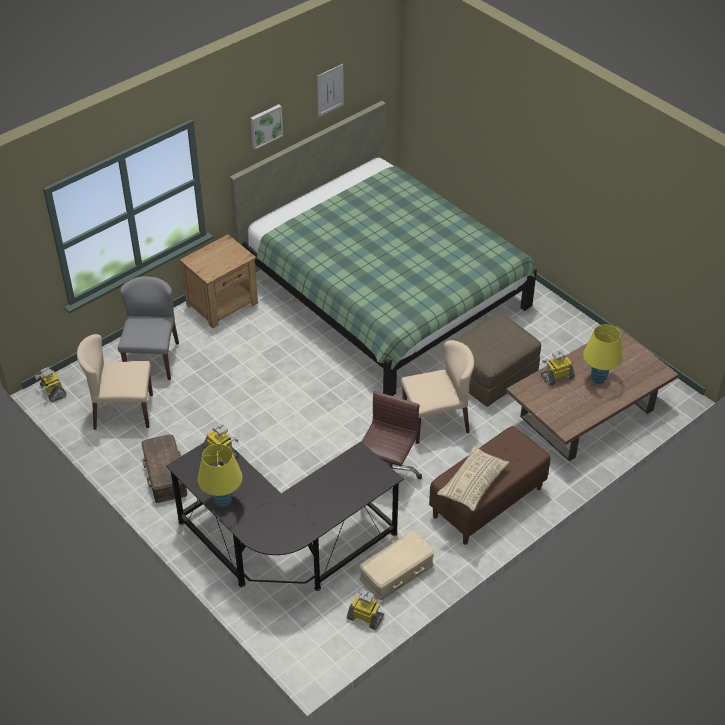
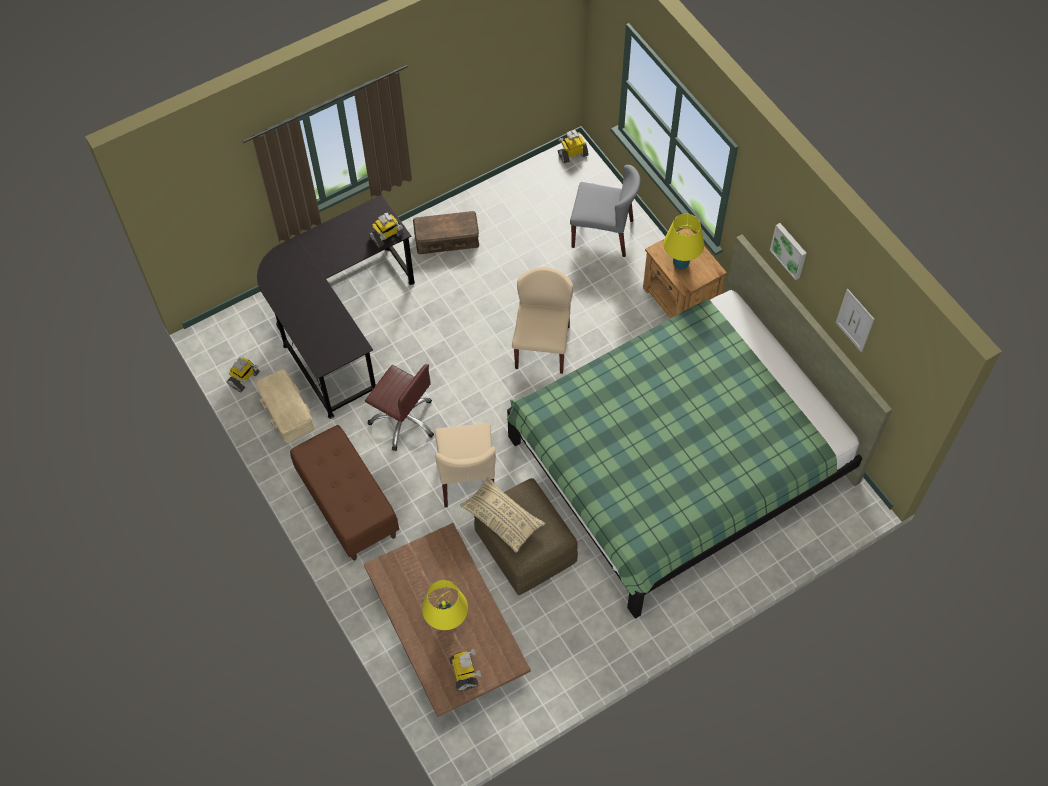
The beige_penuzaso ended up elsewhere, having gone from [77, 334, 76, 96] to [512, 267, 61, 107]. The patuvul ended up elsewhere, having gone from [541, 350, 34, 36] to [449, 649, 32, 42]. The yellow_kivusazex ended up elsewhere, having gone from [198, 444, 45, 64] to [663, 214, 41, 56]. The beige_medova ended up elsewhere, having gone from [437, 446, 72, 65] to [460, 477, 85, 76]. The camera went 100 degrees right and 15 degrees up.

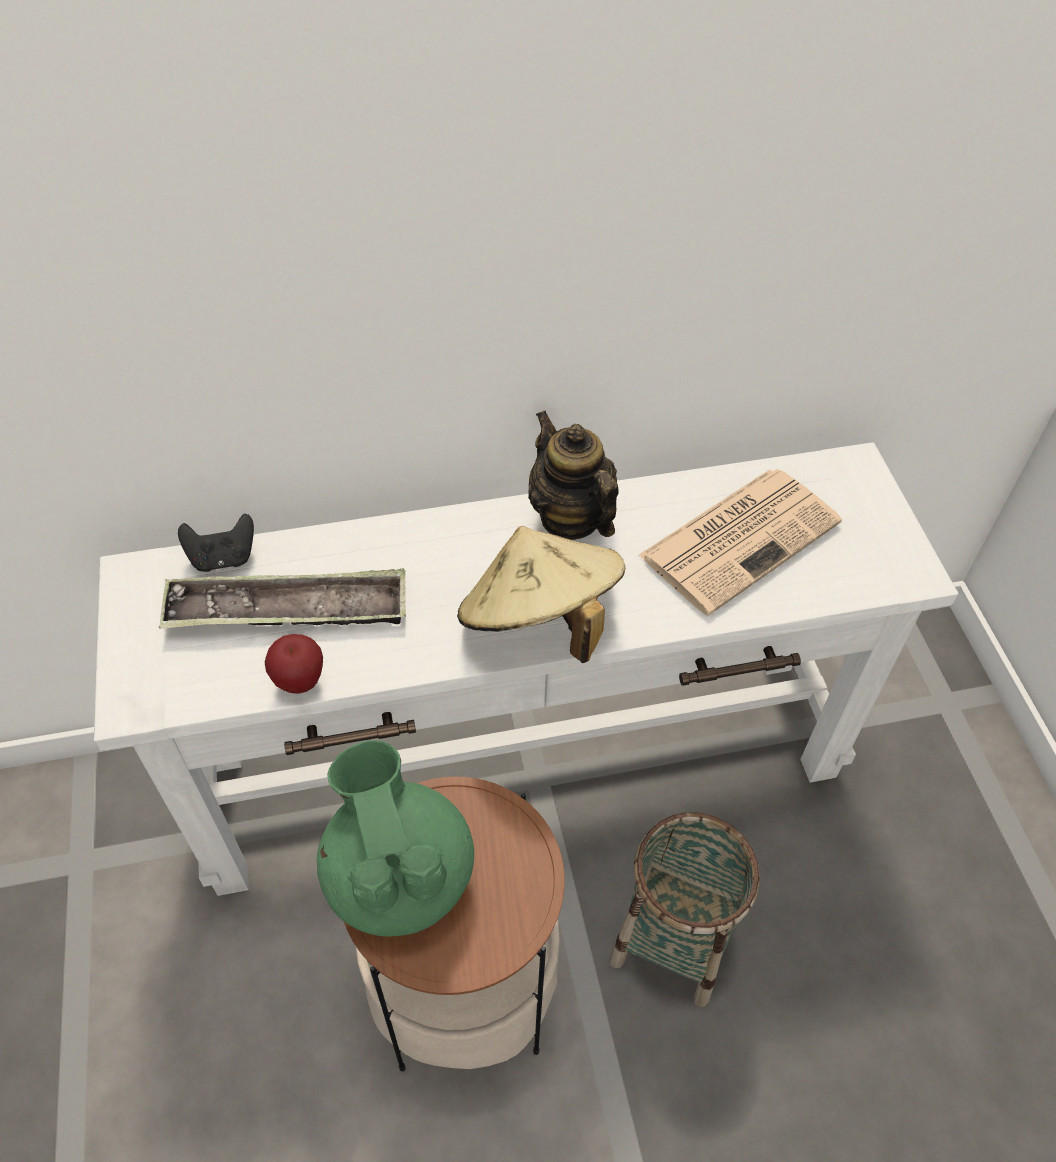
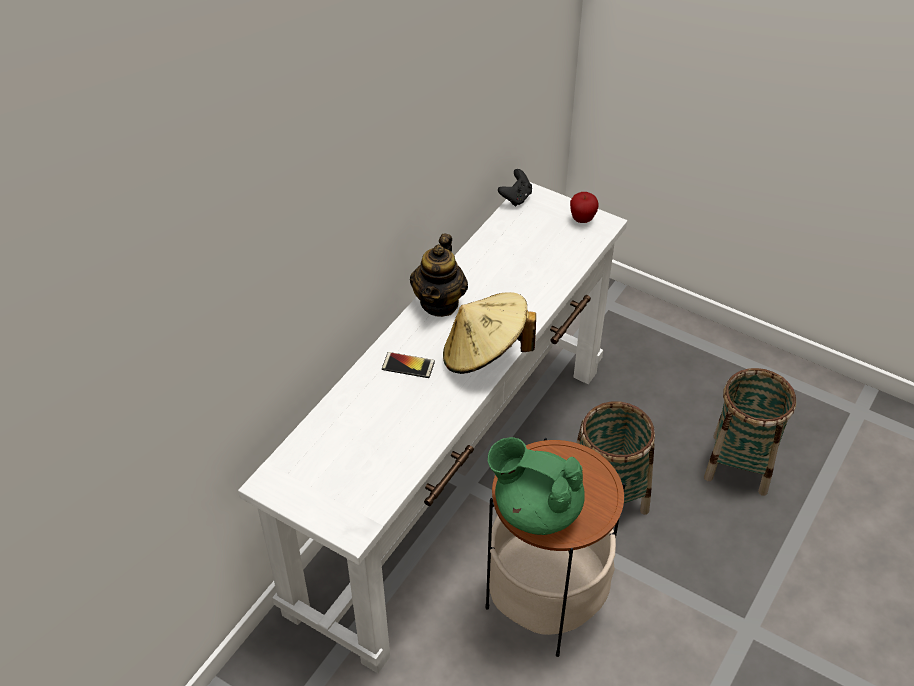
The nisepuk at [528, 411, 91, 129] ended up facing another way, 90 degrees counterclockwise from before. The second view lost the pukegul at [638, 469, 204, 147]. The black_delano ended up elsewhere, having gone from [178, 514, 76, 58] to [498, 169, 34, 38]. The second view lost the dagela at [159, 568, 247, 61]. The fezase ended up elsewhere, having gone from [265, 634, 58, 60] to [570, 192, 28, 31]. The second view gained the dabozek at [382, 352, 53, 26]. The second view gained the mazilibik at [704, 368, 92, 128]. The camera went 45 degrees left and 5 degrees down.

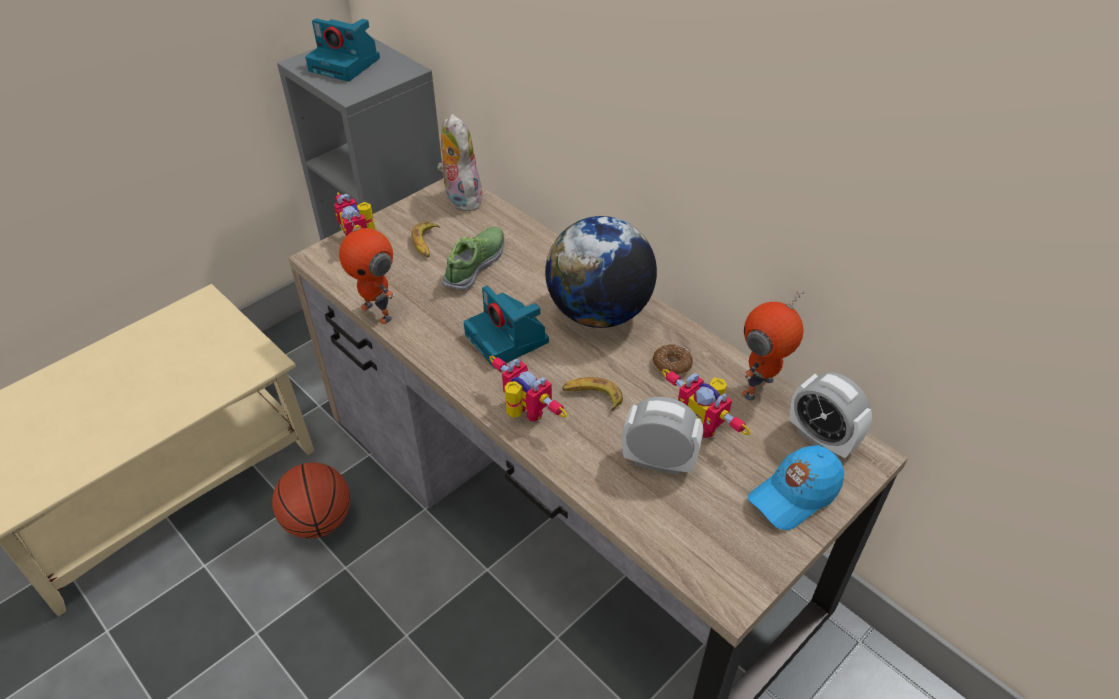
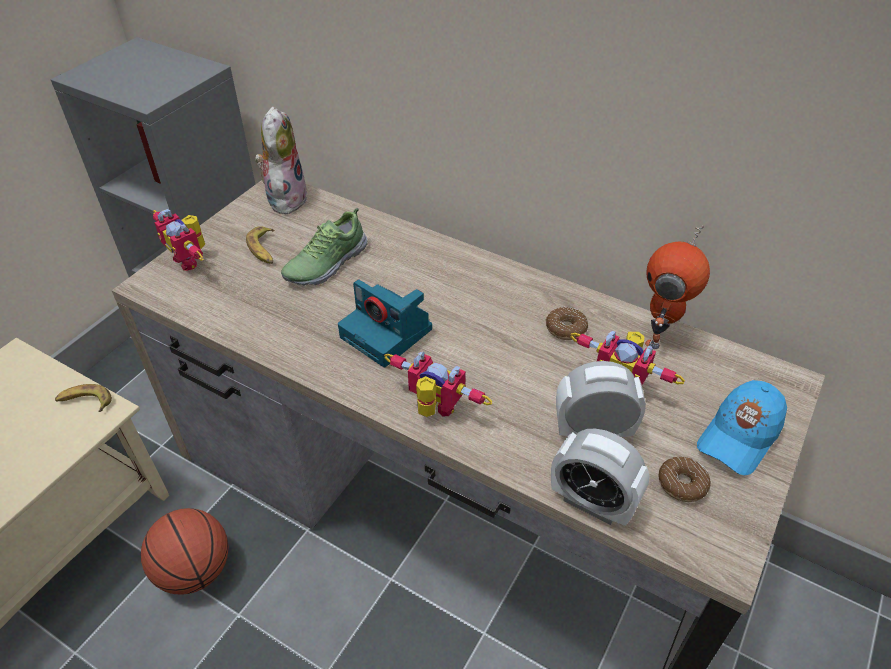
The second view lost the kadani at [305, 18, 75, 64]. The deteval at [437, 114, 45, 97] ended up facing another way, 45 degrees clockwise from before. The second view lost the patuvul at [339, 213, 56, 111]. The second view lost the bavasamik at [545, 216, 112, 112]. The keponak at [442, 227, 63, 63] ended up facing another way, 150 degrees counterclockwise from before. The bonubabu ended up elsewhere, having gone from [789, 373, 83, 85] to [551, 429, 99, 97]. The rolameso ended up elsewhere, having gone from [562, 377, 61, 34] to [55, 384, 57, 28]. The second view gained the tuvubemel at [658, 457, 53, 45]. The camera went 15 degrees left and 0 degrees up.

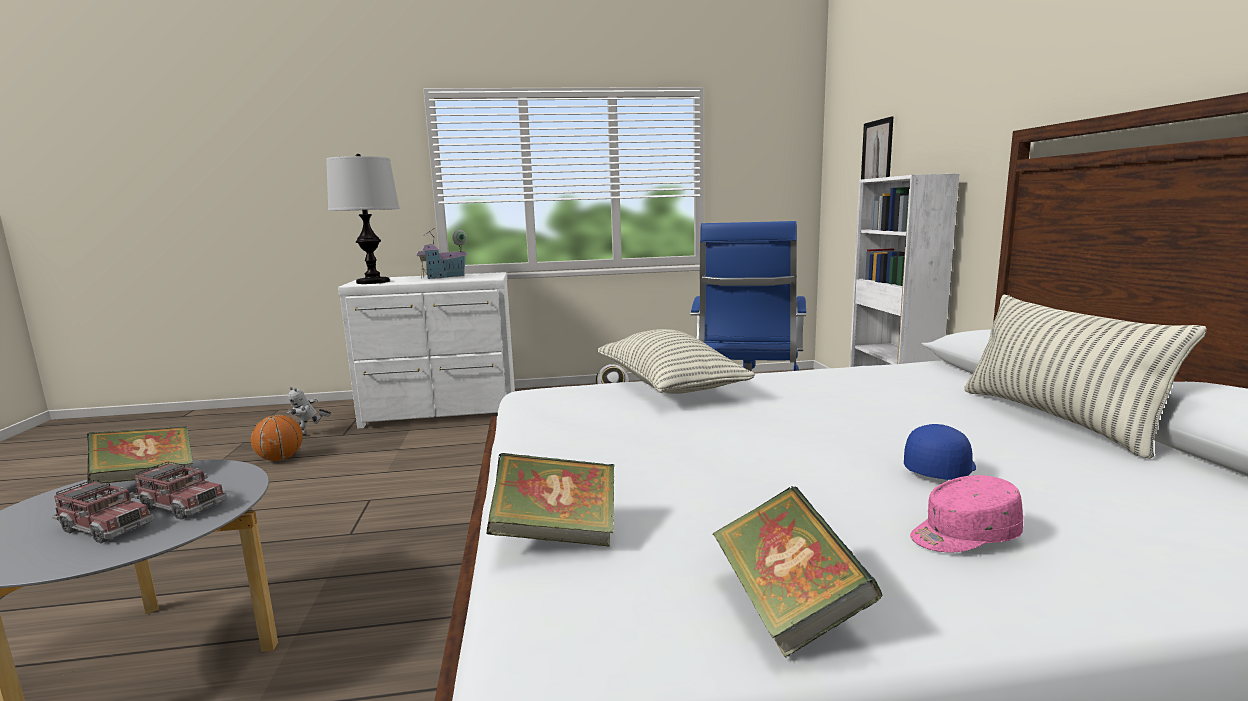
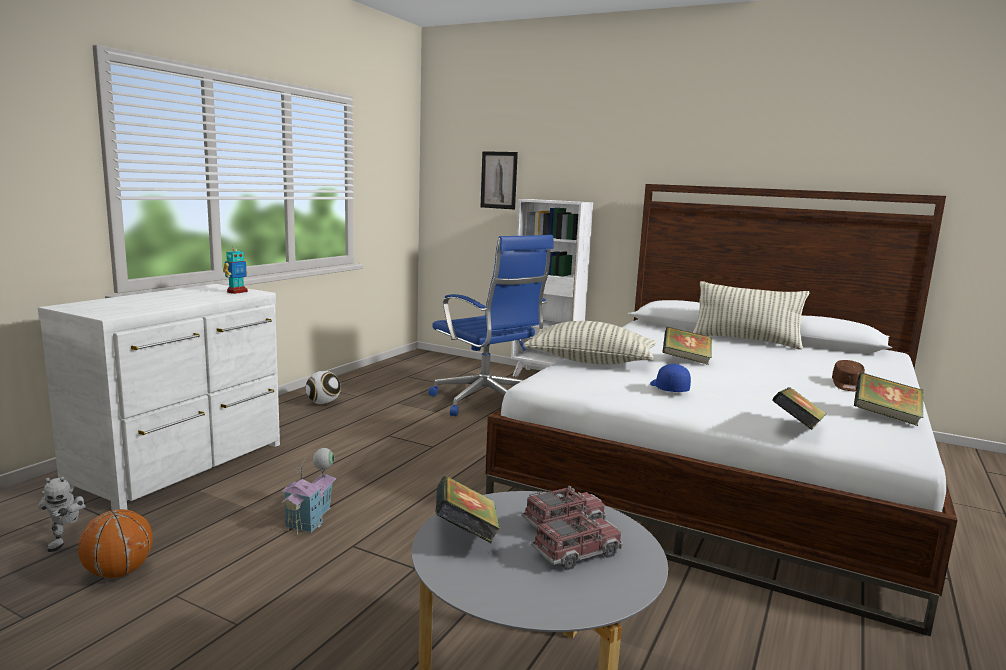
The second view lost the kivusazex at [326, 154, 74, 130]. The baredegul ended up elsewhere, having gone from [417, 228, 51, 51] to [281, 448, 56, 87]. The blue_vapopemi ended up elsewhere, having gone from [904, 424, 72, 56] to [650, 364, 41, 28]. What was the pink_vapopemi at [910, 475, 113, 77] turned into the brown_vapopemi at [832, 360, 33, 32]. The second view gained the patuvul at [223, 243, 25, 51]. The second view gained the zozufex at [663, 326, 49, 39]. The camera went 55 degrees left and 0 degrees up.

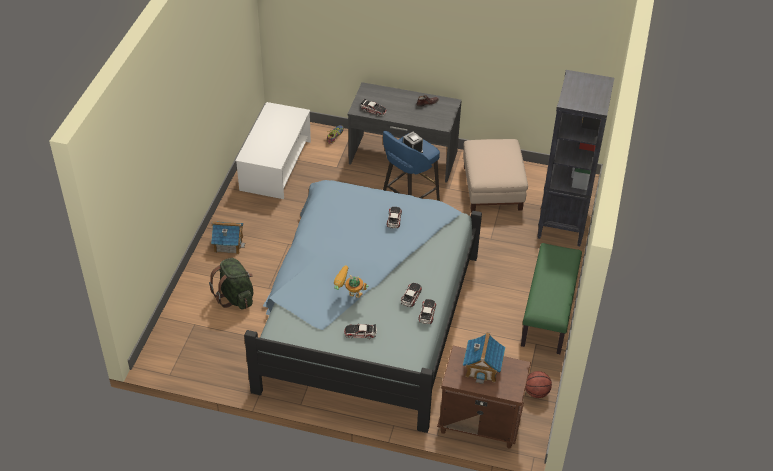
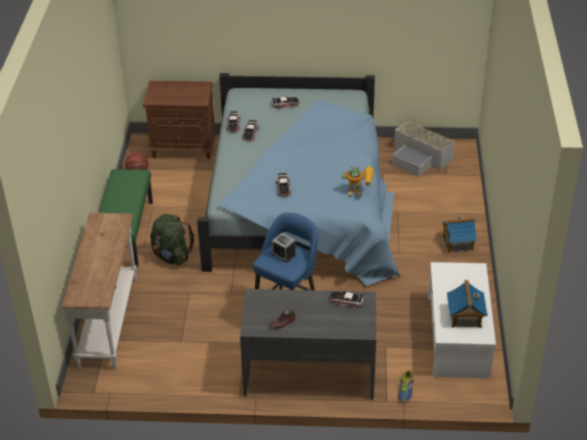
Where the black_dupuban stood at [537, 70, 77, 176], the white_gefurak came to stand at [62, 213, 75, 157]. The second view lost the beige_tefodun at [463, 139, 65, 73]. The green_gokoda ended up elsewhere, having gone from [209, 258, 44, 51] to [150, 214, 44, 51]. The patuvul ended up elsewhere, having gone from [334, 265, 34, 33] to [341, 165, 33, 32]. The baredegul ended up elsewhere, having gone from [463, 332, 42, 52] to [447, 280, 41, 48]. The second view gained the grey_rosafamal at [392, 120, 63, 57]. The camera went 170 degrees right and 5 degrees down.

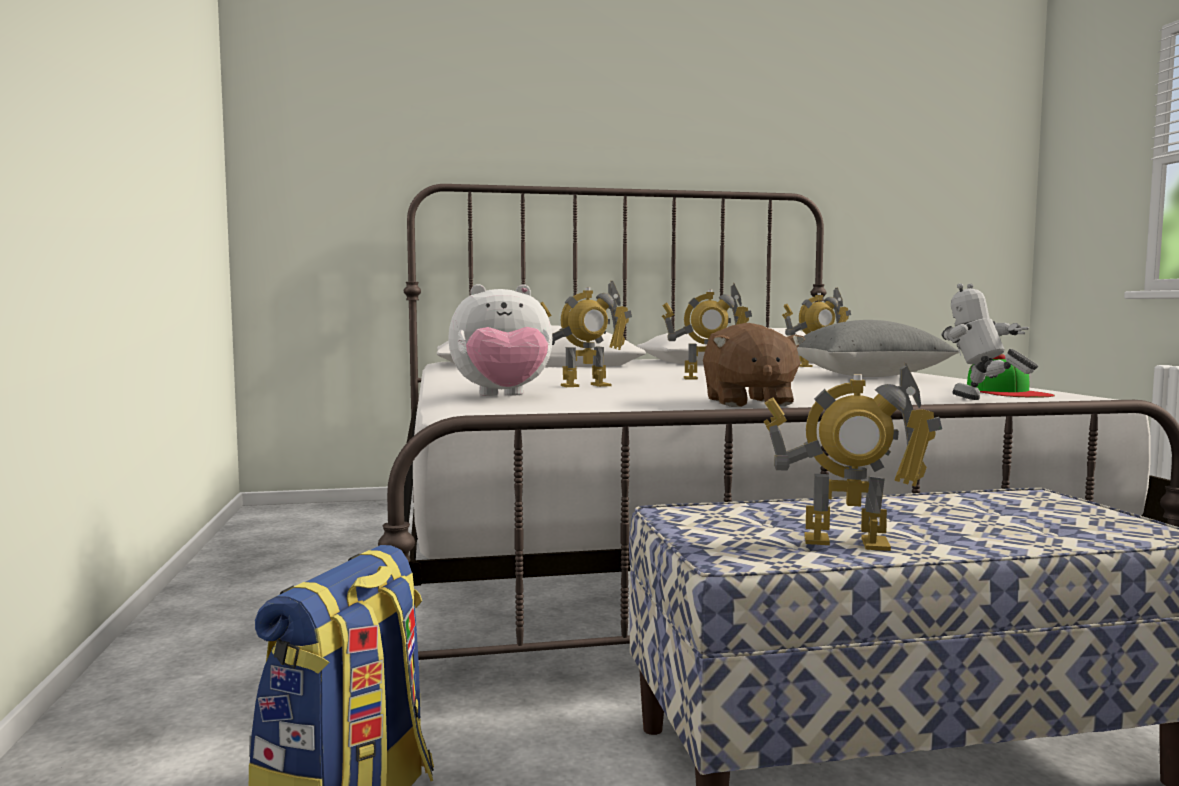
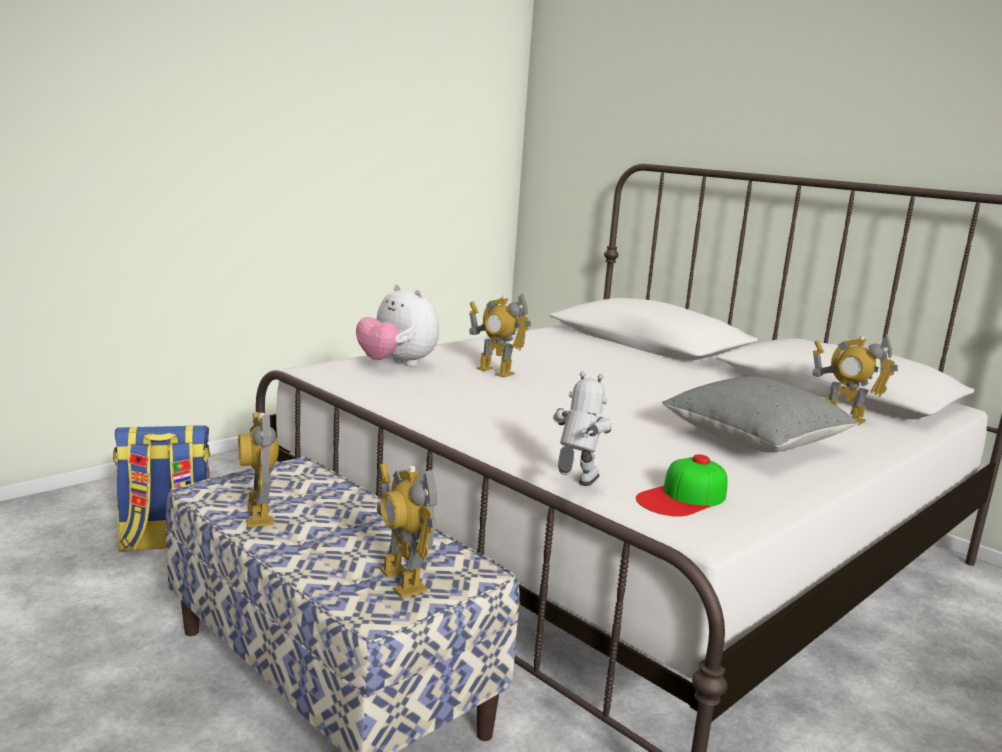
The patuvul ended up elsewhere, having gone from [662, 283, 90, 97] to [377, 463, 60, 135]. The second view lost the brown_deteval at [703, 323, 102, 84]. The camera went 55 degrees right and 10 degrees up.

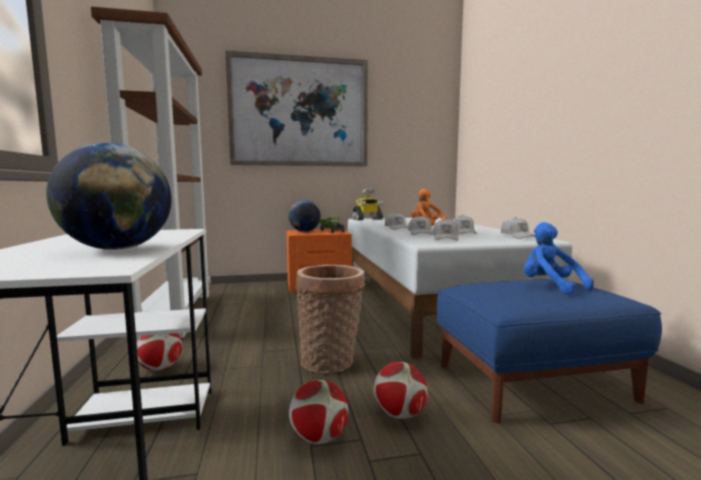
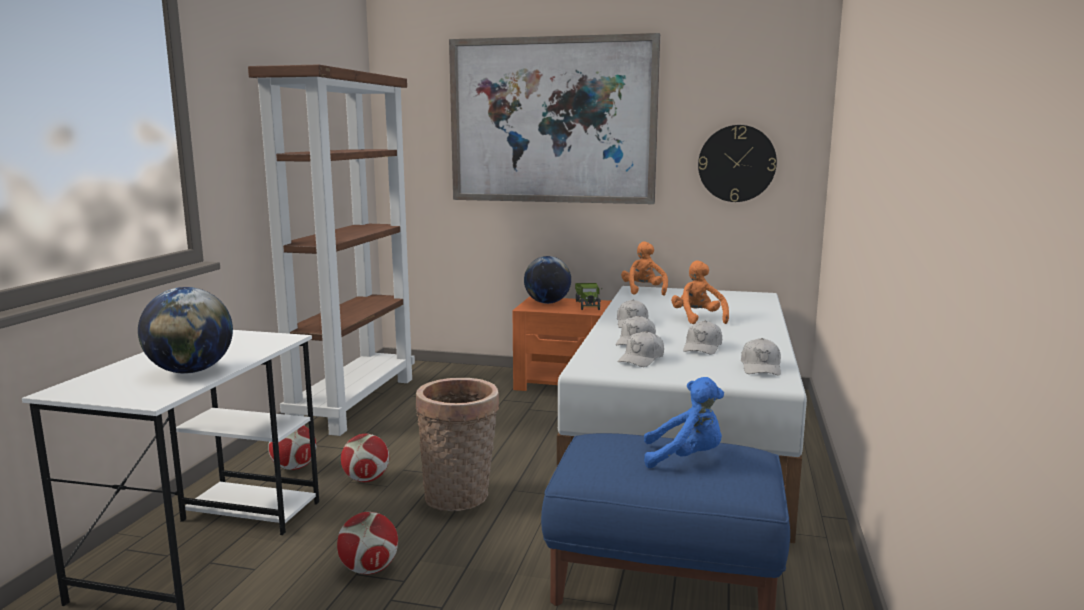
Where the patuvul stood at [352, 188, 31, 32], the orange_deteval came to stand at [621, 241, 47, 55]. The blue_deteval at [523, 222, 71, 72] ended up facing another way, 105 degrees clockwise from before. The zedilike ended up elsewhere, having gone from [374, 362, 54, 57] to [341, 433, 48, 49]. The second view gained the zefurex at [698, 125, 79, 77]. The camera went 25 degrees right and 5 degrees up.

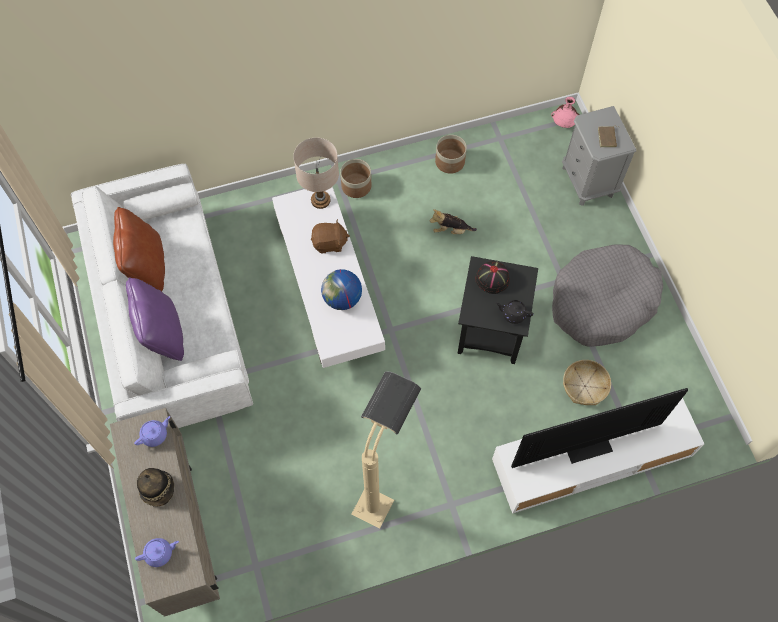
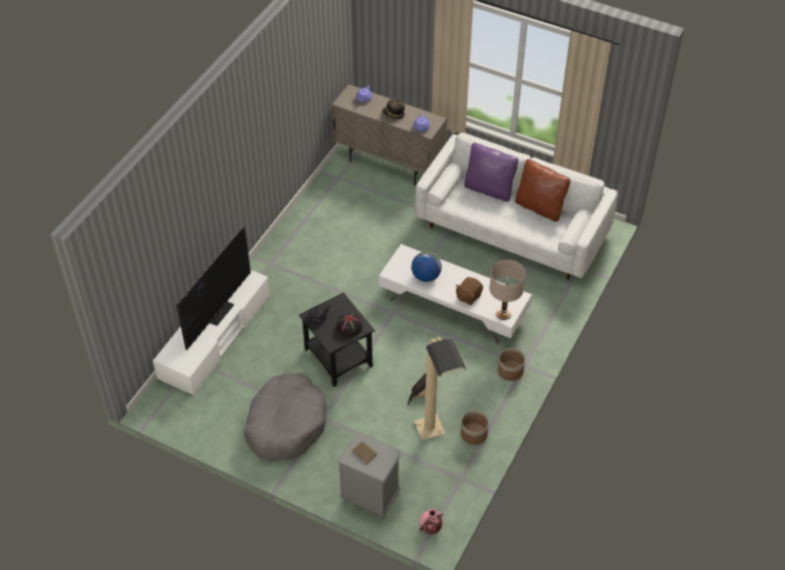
The second view lost the mazilibik at [563, 360, 48, 45]. The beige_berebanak ended up elsewhere, having gone from [351, 371, 70, 158] to [414, 337, 52, 103]. The camera went 135 degrees right and 15 degrees down.

